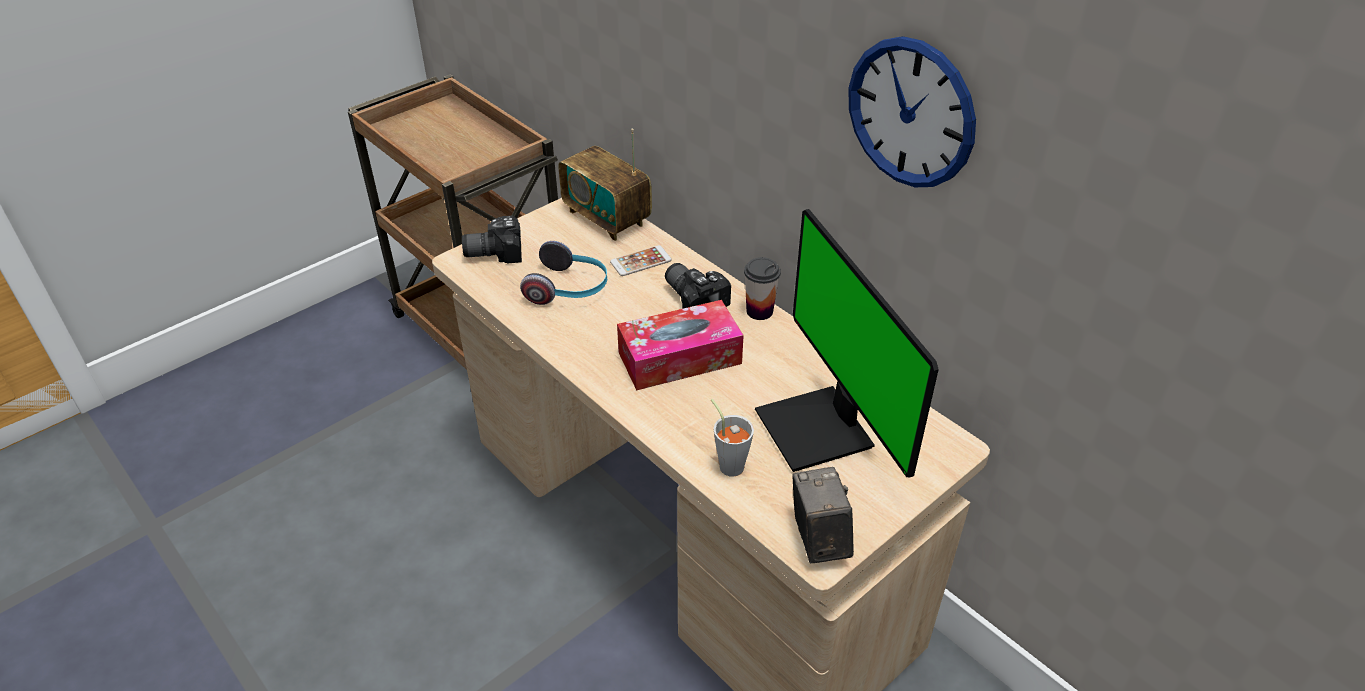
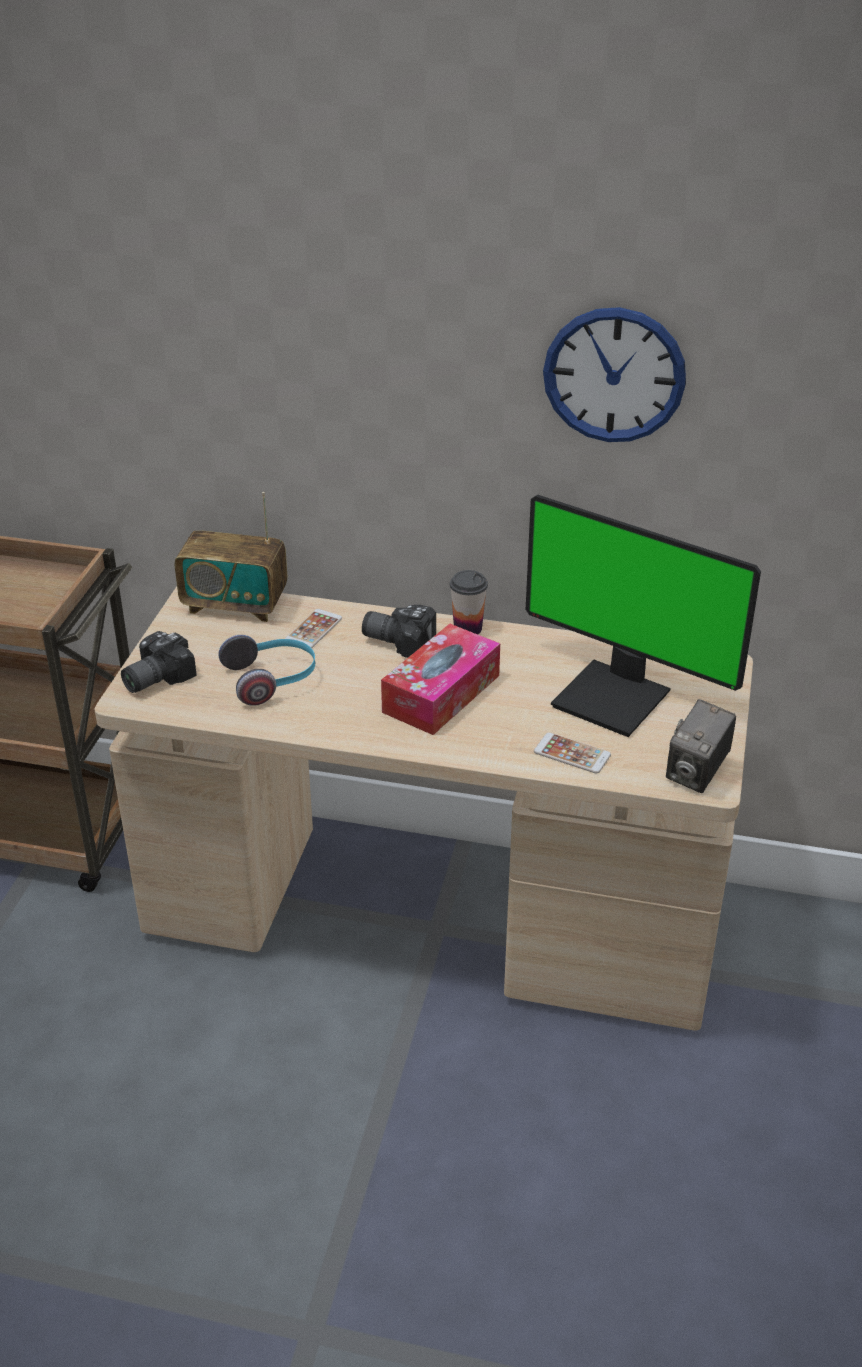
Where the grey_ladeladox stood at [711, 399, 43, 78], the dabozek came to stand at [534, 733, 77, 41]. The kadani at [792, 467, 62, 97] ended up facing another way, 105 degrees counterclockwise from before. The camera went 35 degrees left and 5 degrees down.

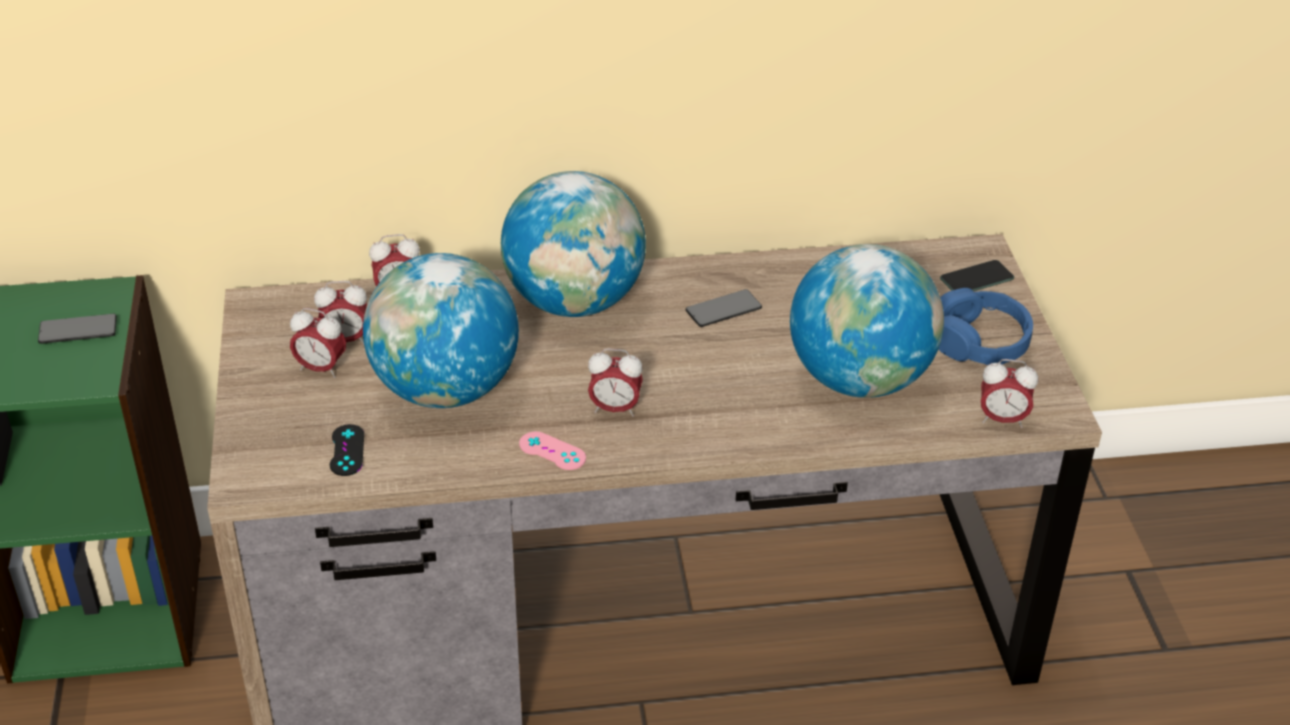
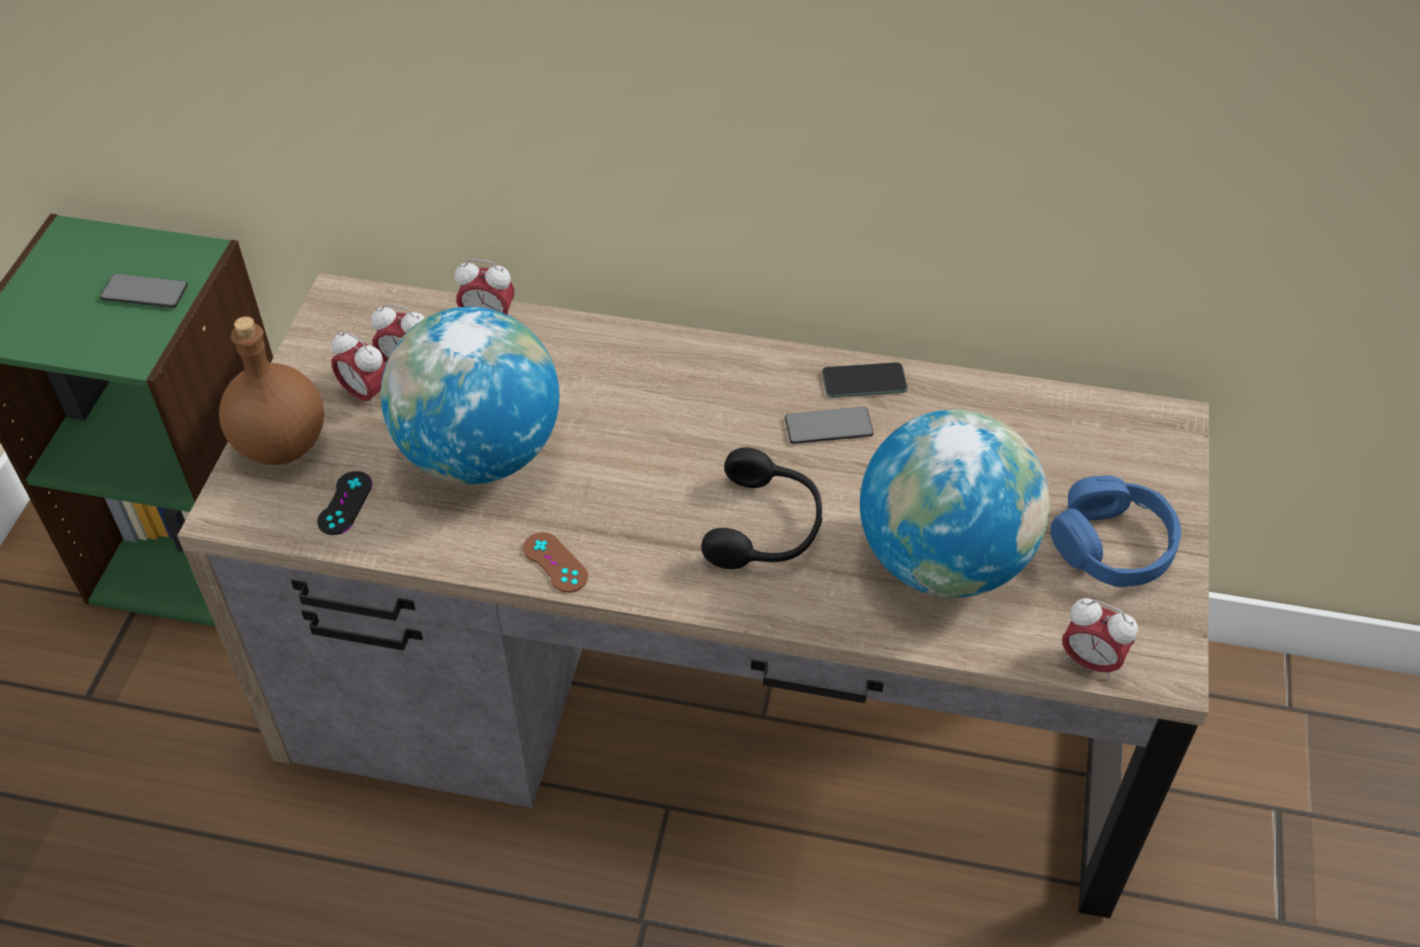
The second view lost the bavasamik at [501, 171, 145, 146]. The dabozek ended up elsewhere, having gone from [940, 260, 74, 31] to [822, 362, 86, 36]. The second view lost the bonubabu at [588, 348, 55, 69]. What was the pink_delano at [519, 432, 67, 38] turned into the brown_delano at [523, 532, 65, 61]. The second view gained the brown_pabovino at [219, 316, 105, 149]. The second view gained the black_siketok at [701, 448, 121, 121]. The camera went 20 degrees right and 10 degrees up.

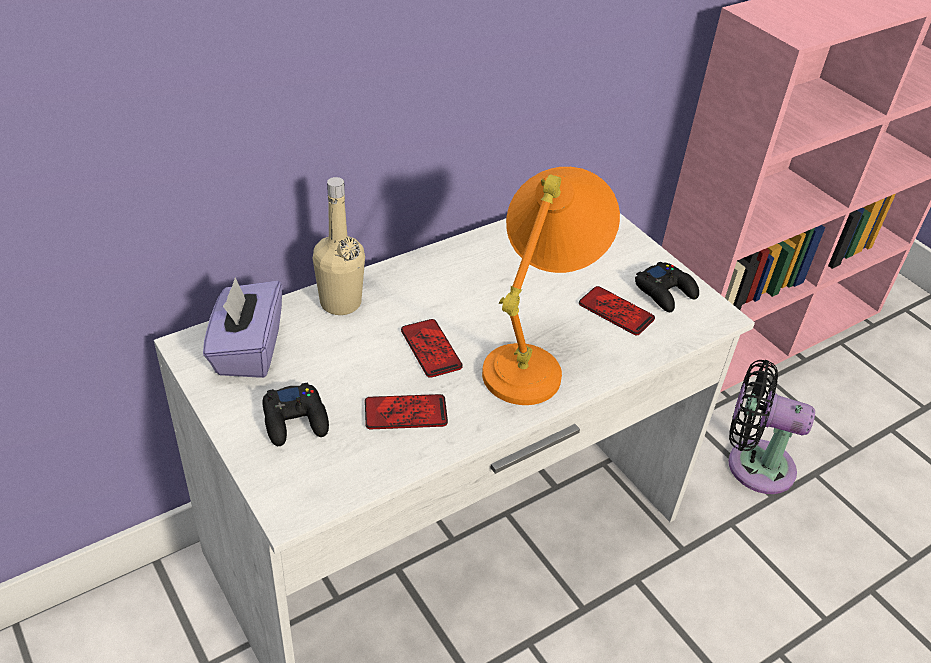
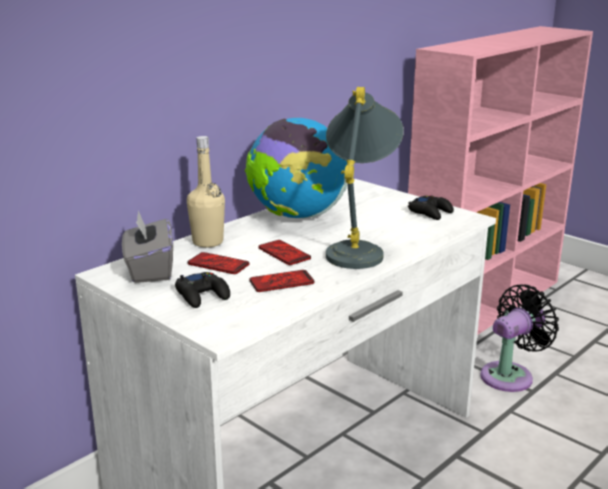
What was the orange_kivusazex at [482, 167, 138, 238] turned into the grey_kivusazex at [326, 87, 78, 182]. What was the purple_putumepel at [203, 278, 79, 100] turned into the grey_putumepel at [122, 211, 51, 72]. The dabozek ended up elsewhere, having gone from [579, 286, 76, 49] to [188, 252, 61, 22]. The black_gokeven at [728, 360, 87, 134] ended up facing another way, 135 degrees clockwise from before. The second view gained the bavasamik at [245, 118, 102, 100]. The camera went 10 degrees left and 20 degrees down.

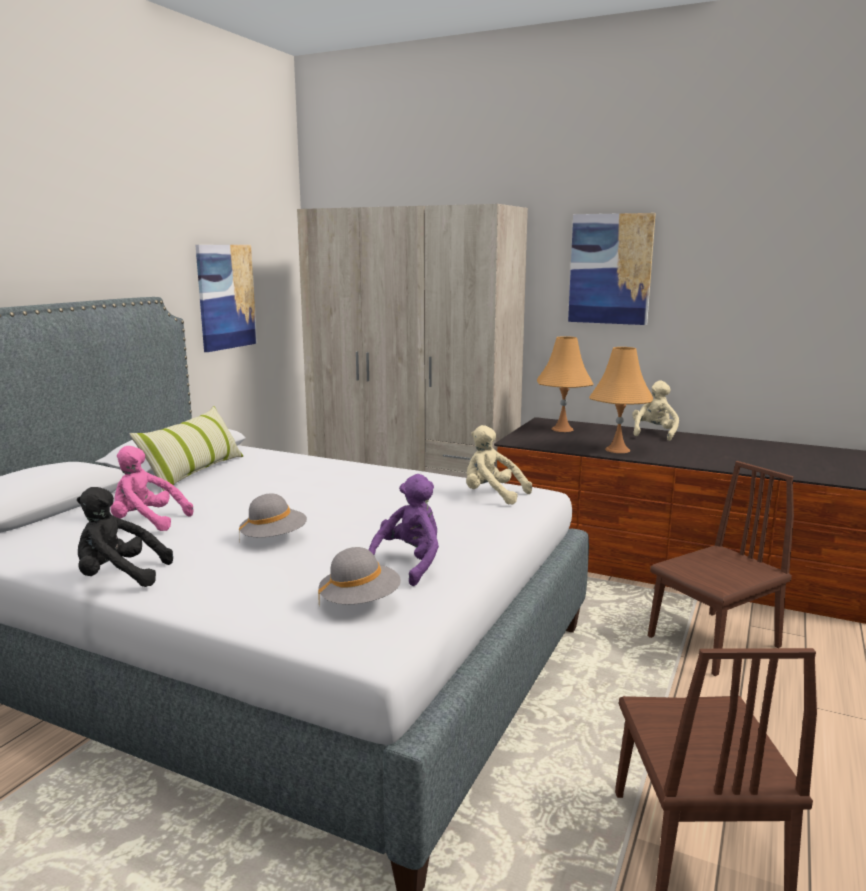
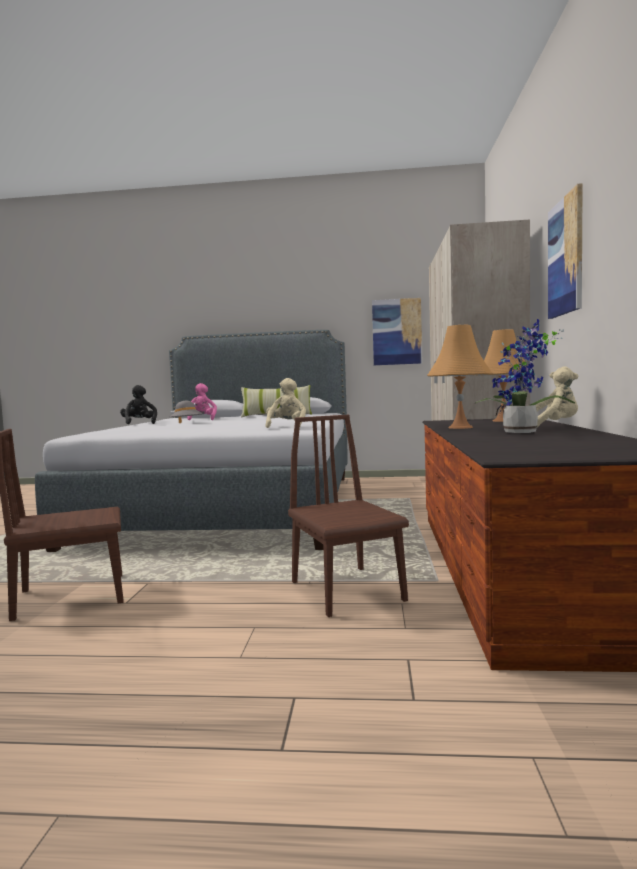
The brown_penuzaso at [648, 461, 146, 215] ended up facing another way, 150 degrees counterclockwise from before. The second view lost the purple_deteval at [369, 474, 70, 112]. The second view lost the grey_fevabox at [318, 547, 83, 57]. The second view gained the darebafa at [474, 319, 101, 114]. The camera went 70 degrees right and 10 degrees down.

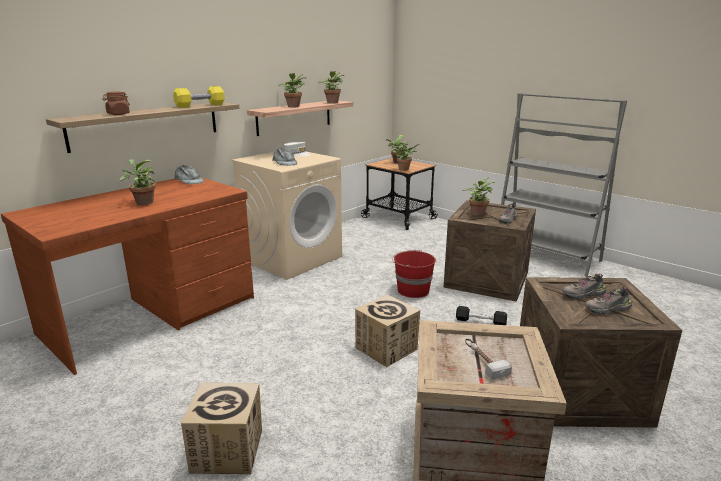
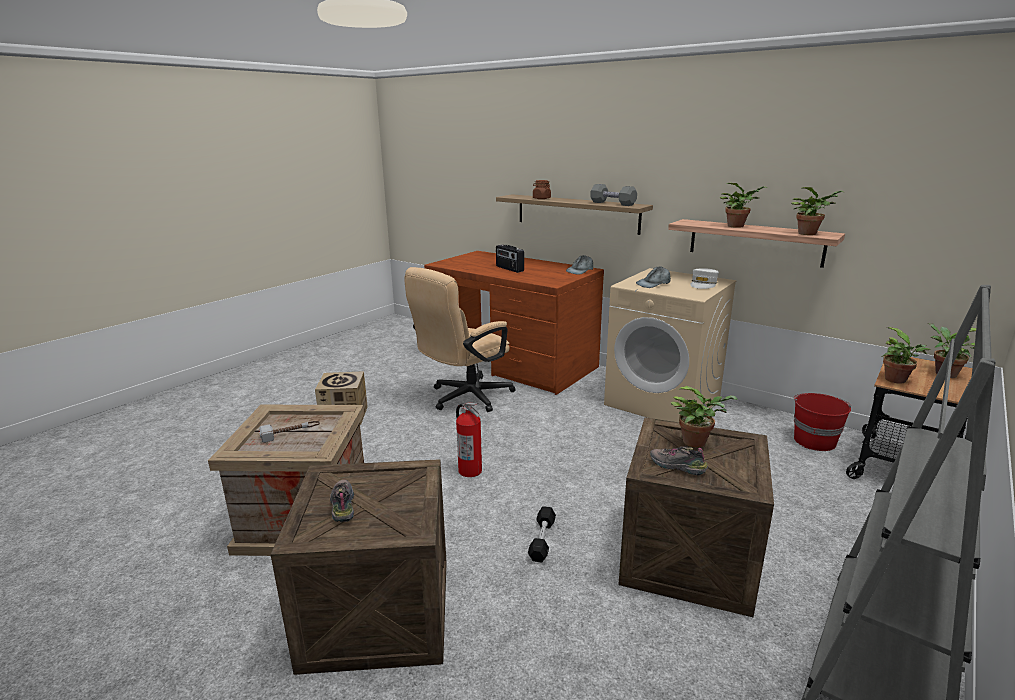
What was the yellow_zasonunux at [173, 86, 52, 22] turned into the grey_zasonunux at [590, 184, 47, 22]. Where the darebafa stood at [120, 159, 37, 46], the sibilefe came to stand at [496, 244, 28, 29]. The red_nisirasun ended up elsewhere, having gone from [392, 250, 44, 48] to [794, 393, 57, 58]. The second view lost the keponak at [562, 273, 44, 26]. Where the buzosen stood at [355, 295, 65, 72], the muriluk came to stand at [456, 402, 26, 75]. The second view gained the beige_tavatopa at [404, 267, 112, 145]. The camera went 85 degrees right and 0 degrees up.

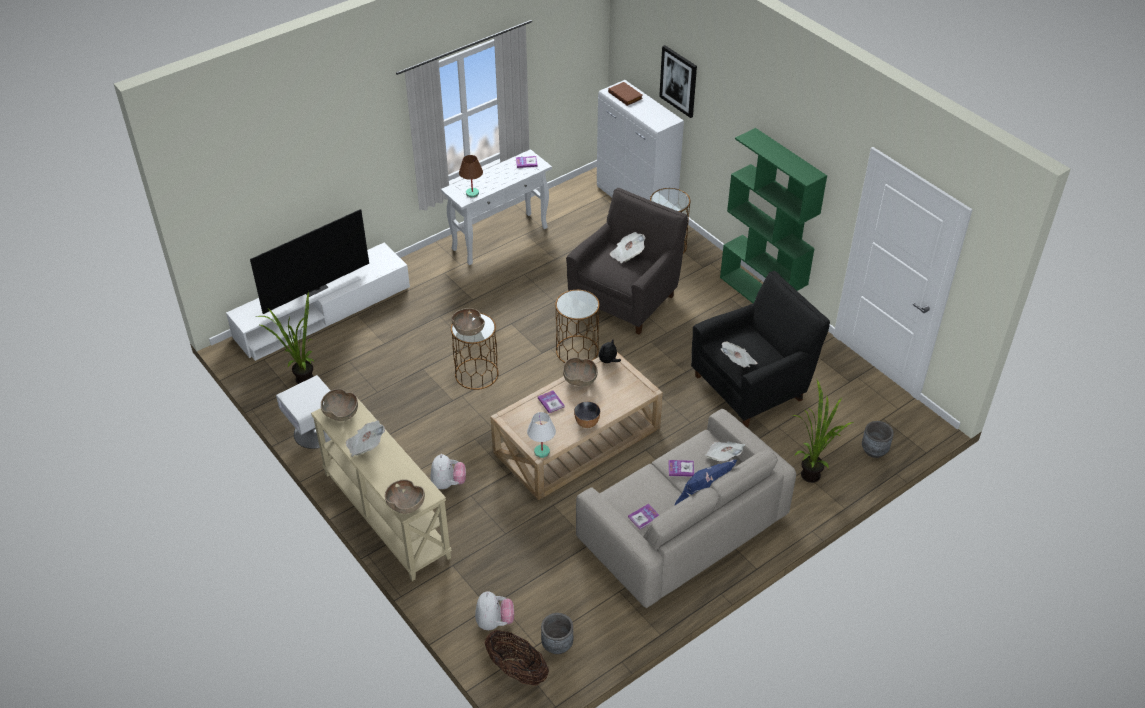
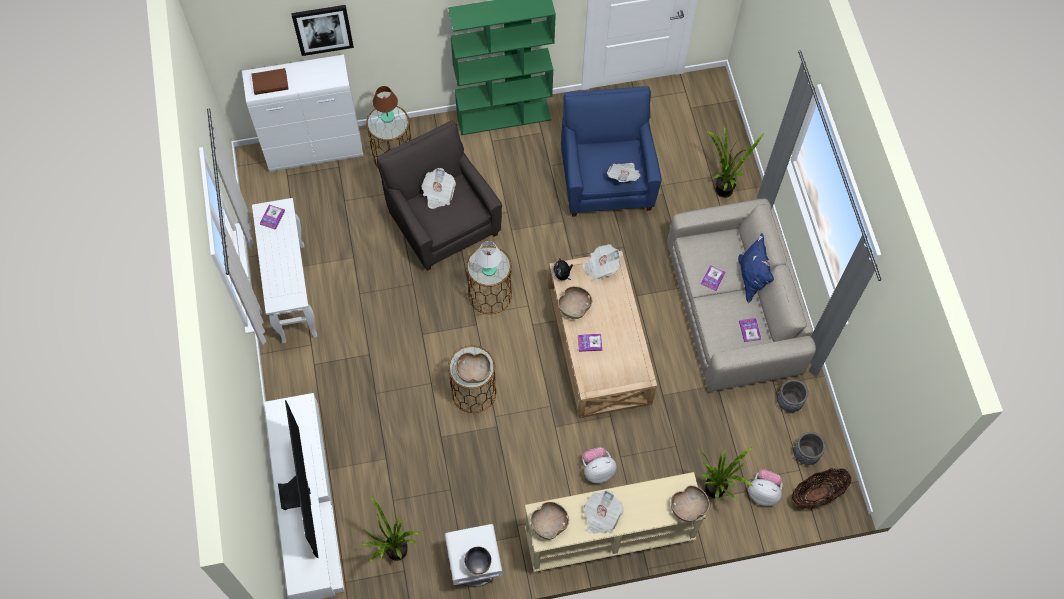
The brown_kivusazex ended up elsewhere, having gone from [459, 155, 24, 43] to [373, 86, 25, 37]. What was the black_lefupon at [691, 271, 139, 156] turned into the blue_lefupon at [561, 86, 101, 131]. The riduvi ended up elsewhere, having gone from [574, 401, 26, 27] to [464, 547, 27, 28]. The white_kivusazex ended up elsewhere, having gone from [527, 412, 29, 46] to [475, 241, 27, 35]. The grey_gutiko ended up elsewhere, having gone from [862, 421, 32, 37] to [777, 379, 31, 33]. The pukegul ended up elsewhere, having gone from [704, 441, 41, 20] to [582, 244, 39, 36]. The deteval at [430, 454, 36, 35] ended up facing another way, 45 degrees counterclockwise from before. The second view gained the darebafa at [698, 446, 56, 55]. The camera went 65 degrees left and 20 degrees up.

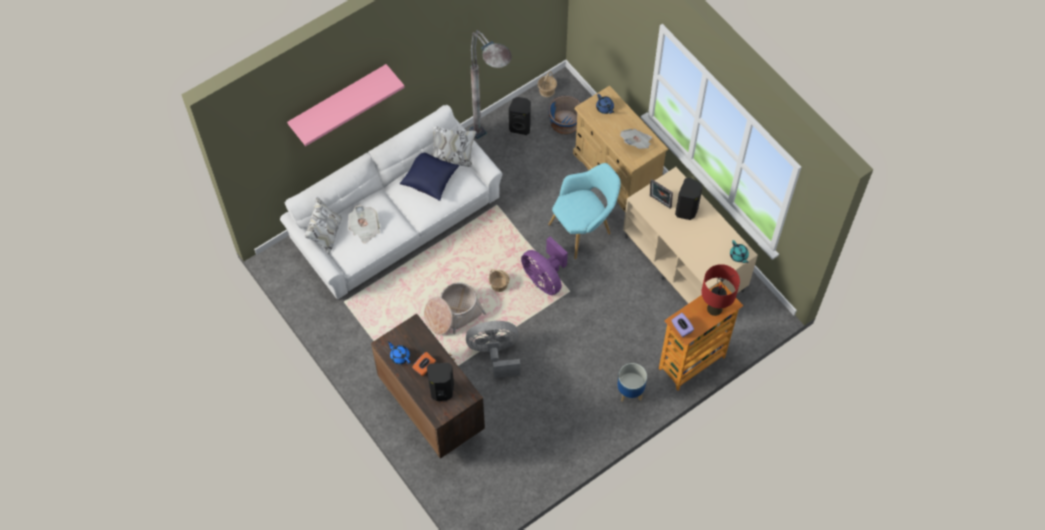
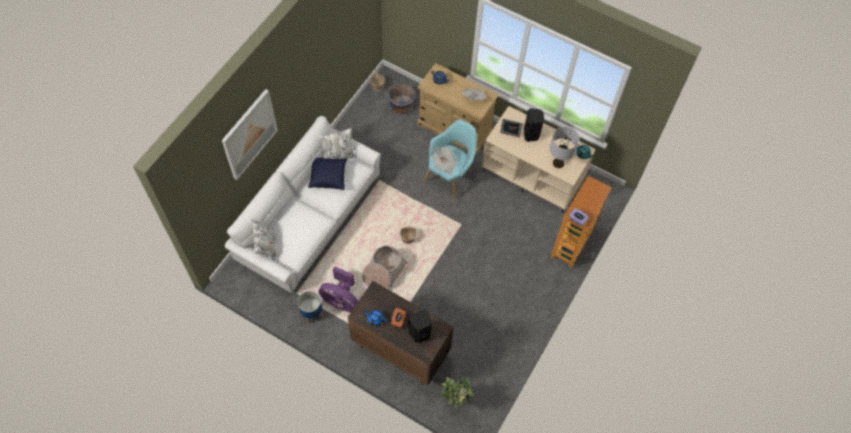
The second view lost the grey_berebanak at [469, 30, 43, 109]. Where the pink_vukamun hung at [287, 64, 118, 82], the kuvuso came to hang at [222, 89, 56, 91]. The second view lost the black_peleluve at [509, 97, 22, 38]. The pukegul ended up elsewhere, having gone from [348, 205, 32, 39] to [432, 147, 25, 28]. The purple_gokeven ended up elsewhere, having gone from [521, 236, 47, 59] to [319, 266, 39, 46]. The second view lost the red_kivusazex at [701, 264, 39, 52]. The second view lost the grey_gokeven at [466, 321, 54, 57]. The gutiko ended up elsewhere, having gone from [617, 363, 30, 39] to [298, 291, 25, 32]. The second view gained the grey_kivusazex at [550, 127, 29, 41]. The second view gained the darebafa at [441, 376, 33, 33]. The camera went 25 degrees left and 0 degrees up.

